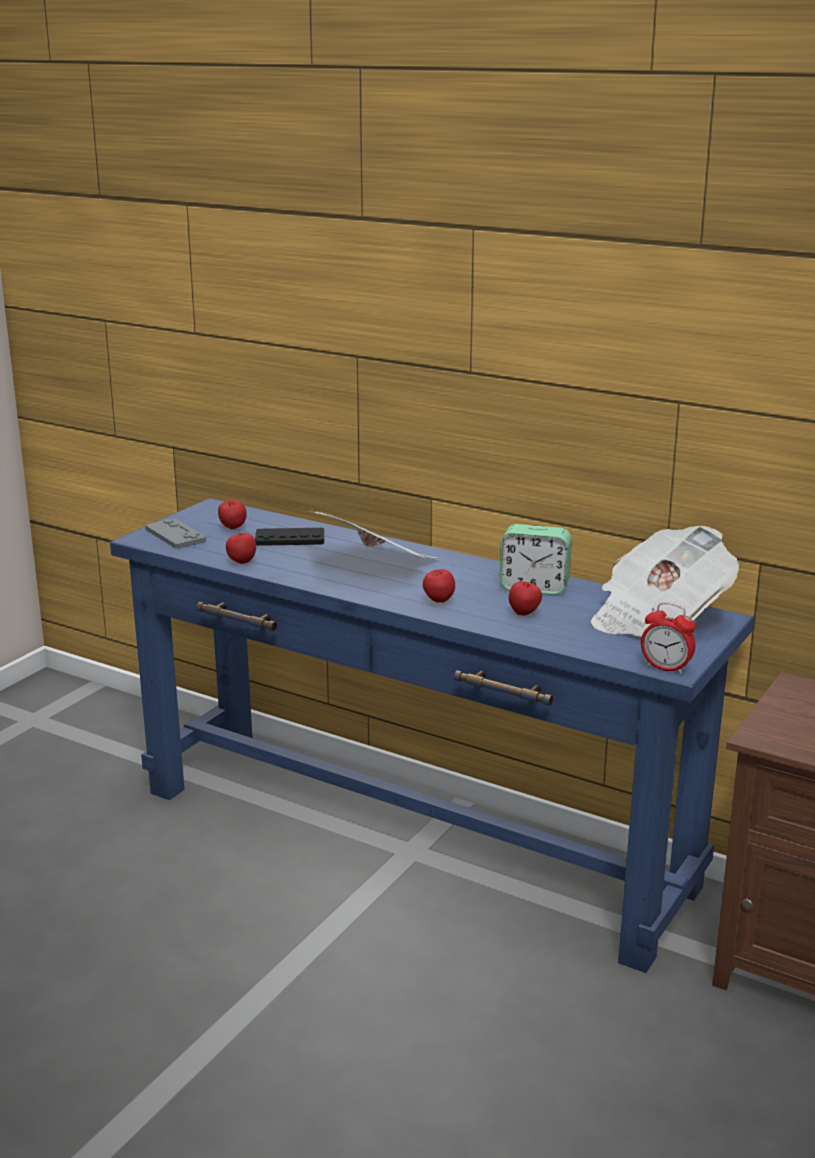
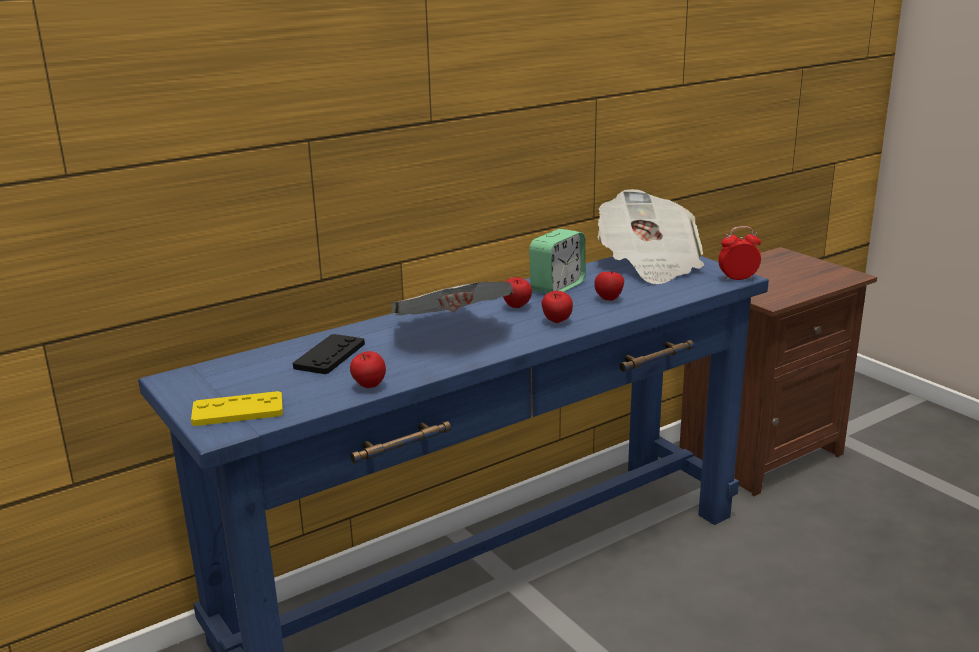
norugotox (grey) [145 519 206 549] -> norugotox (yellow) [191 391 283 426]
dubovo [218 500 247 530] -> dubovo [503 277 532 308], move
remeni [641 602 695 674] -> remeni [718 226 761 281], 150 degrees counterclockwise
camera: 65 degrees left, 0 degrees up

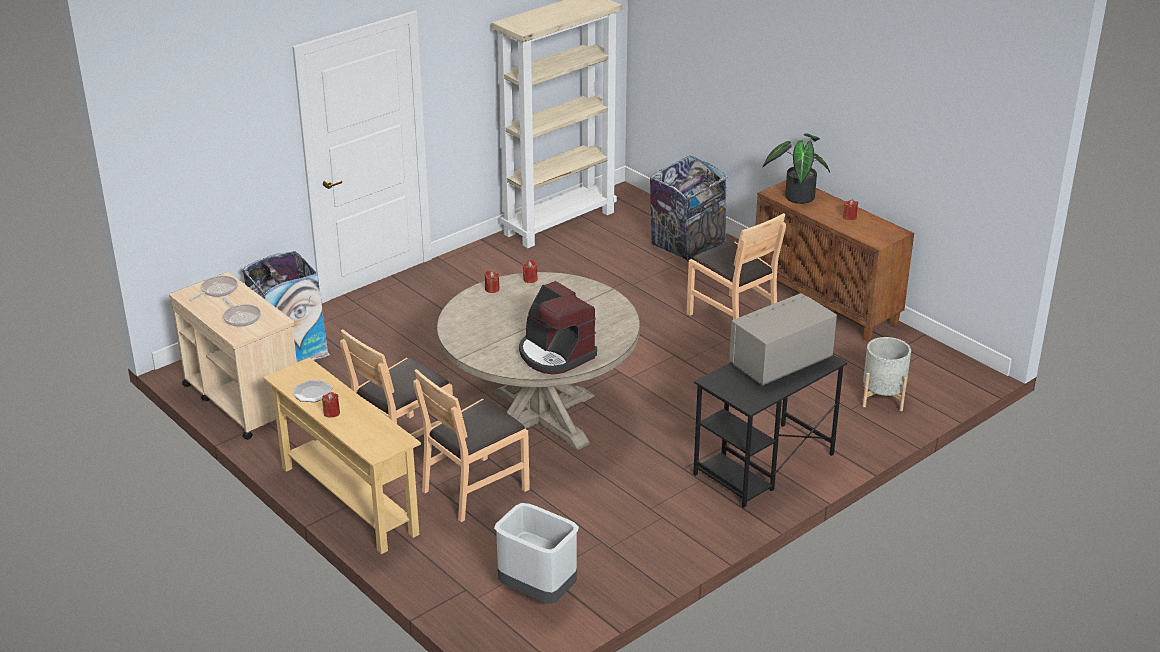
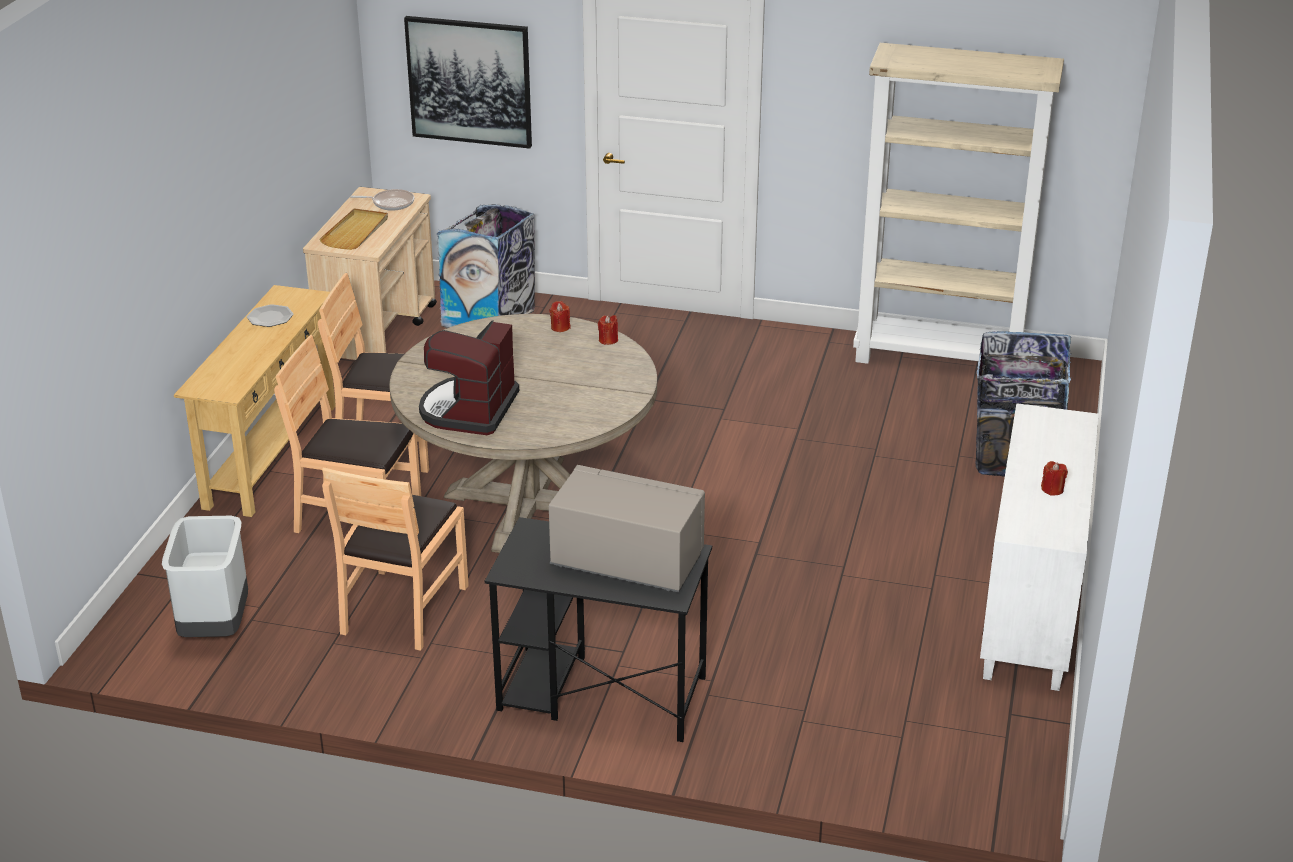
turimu [222 297 261 326] -> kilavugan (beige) [319 209 388 250]
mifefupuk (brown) [687 213 786 320] -> mifefupuk (brown) [322 467 469 651], move
none -> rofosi [404 16 532 149]
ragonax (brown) [755 180 914 342] -> ragonax (white) [980 403 1099 691]
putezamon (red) [322 392 340 418] -> none
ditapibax [763 133 830 204] -> none
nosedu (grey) [862 337 911 411] -> none
camera: 55 degrees right, 0 degrees up

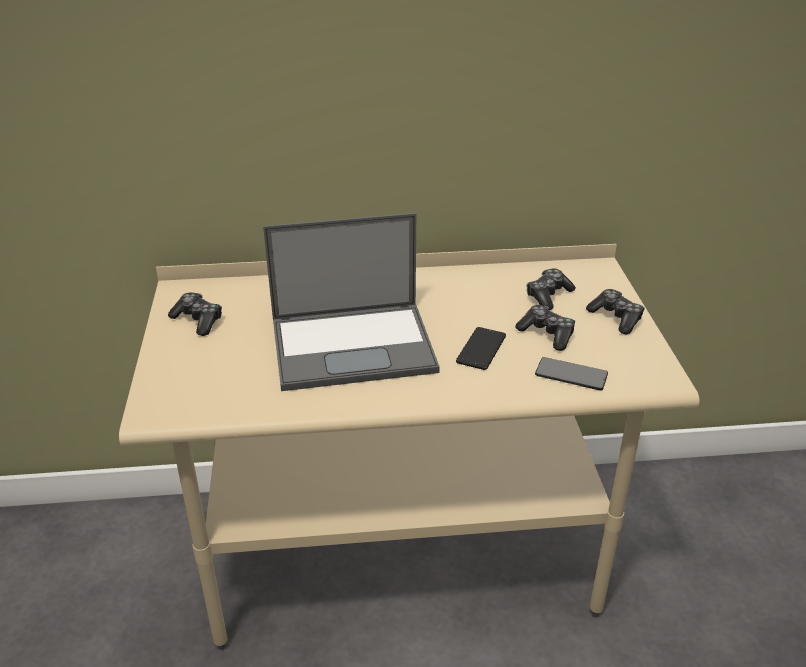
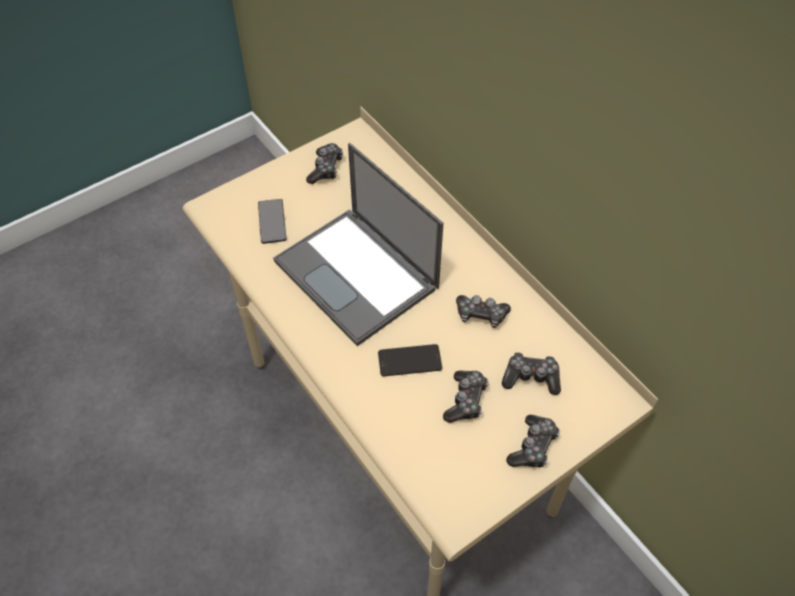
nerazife [535 357 608 391] -> nerazife [258 199 286 244], move
none -> norugotox [456 295 511 328]
camera: 60 degrees right, 20 degrees up

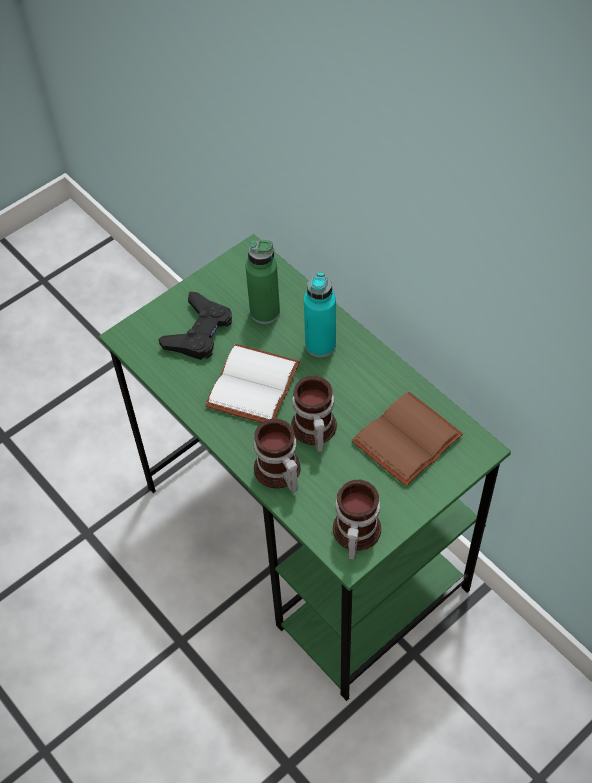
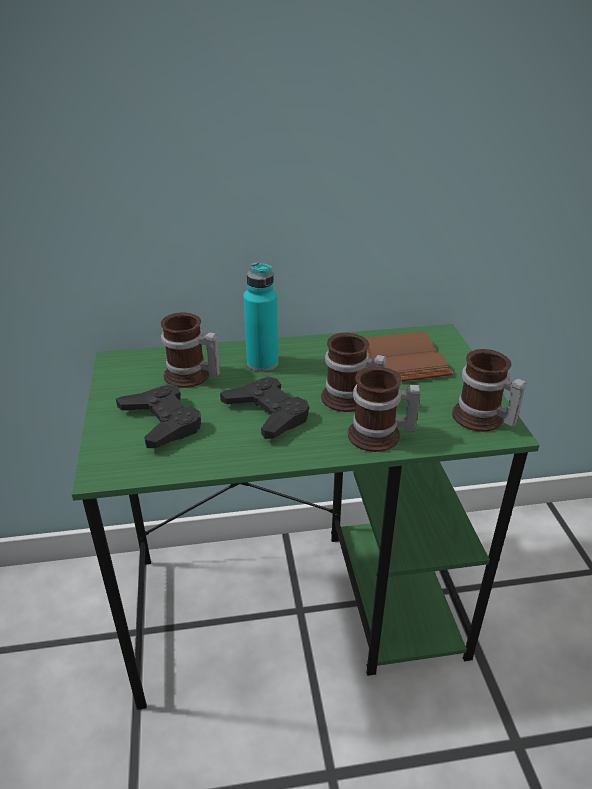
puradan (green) [245 240 280 324] -> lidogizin [161 312 220 388]
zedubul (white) [205 344 300 423] -> norugotox (black) [220 376 309 439]
camera: 60 degrees left, 20 degrees down

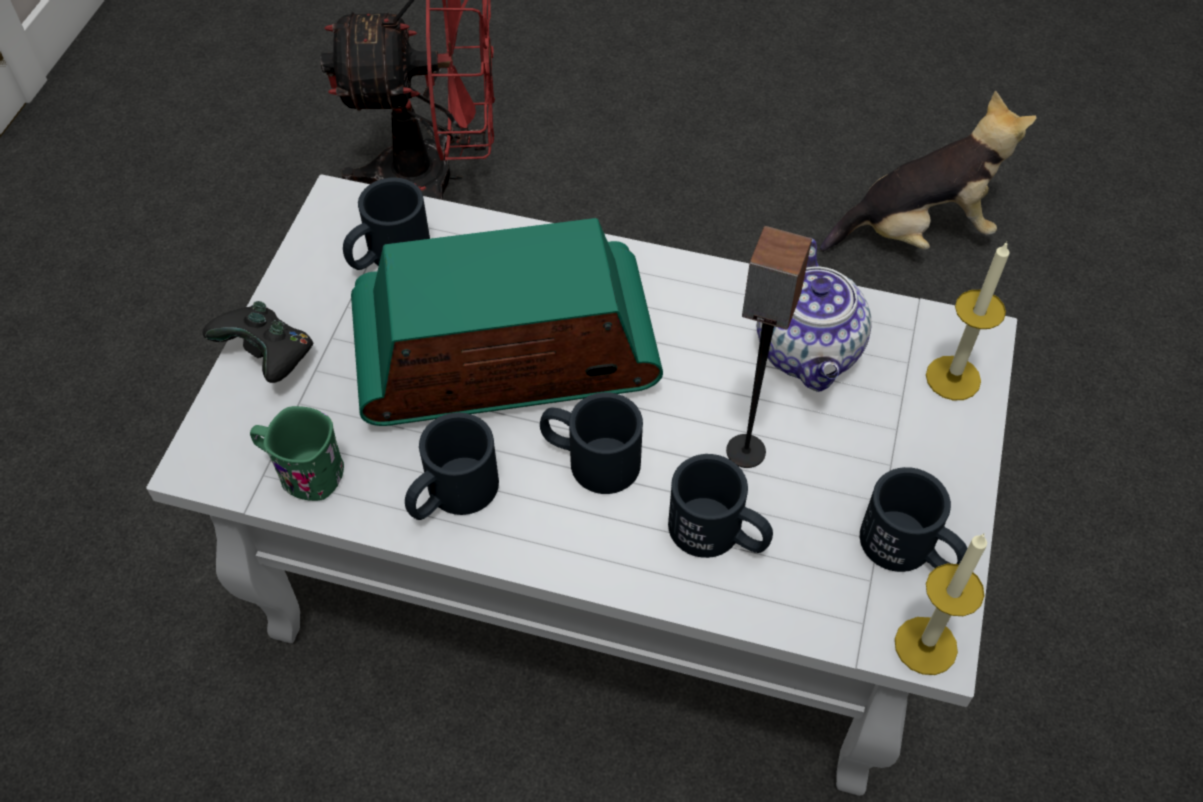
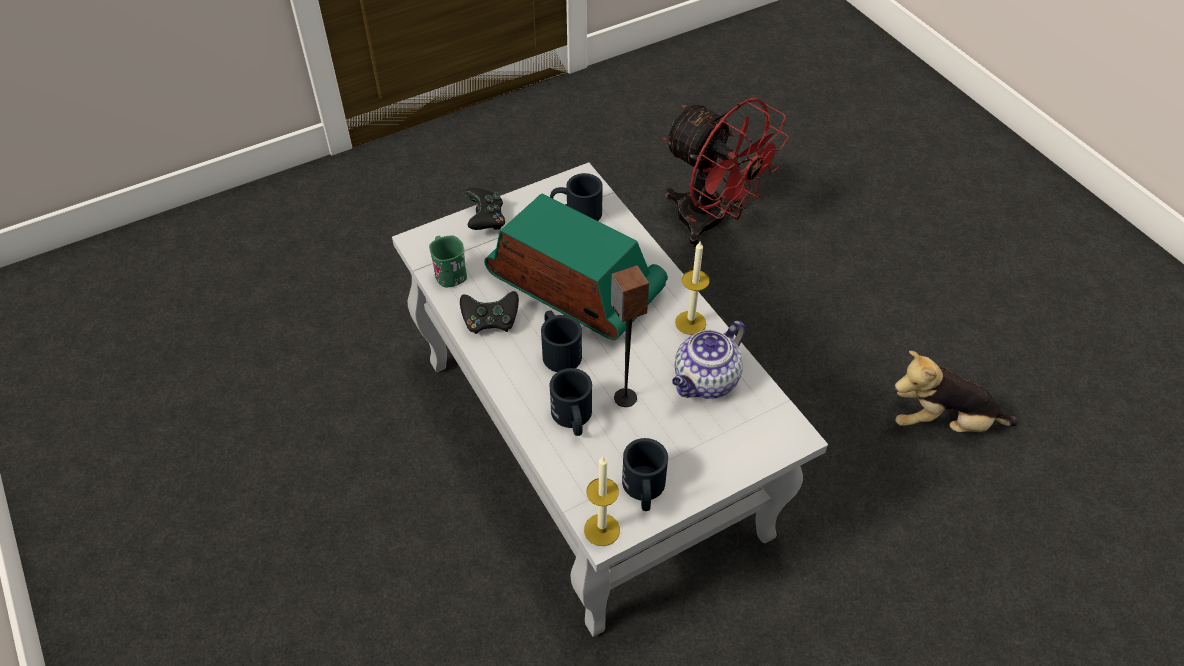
lidogizin (black) [405 412 499 520] -> norugotox (black) [460 291 519 334]
putezamon [926 241 1010 400] -> putezamon [675 242 710 335], move
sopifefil [820 91 1036 252] -> sopifefil [894 351 1019 432], 150 degrees clockwise
camera: 45 degrees right, 5 degrees down

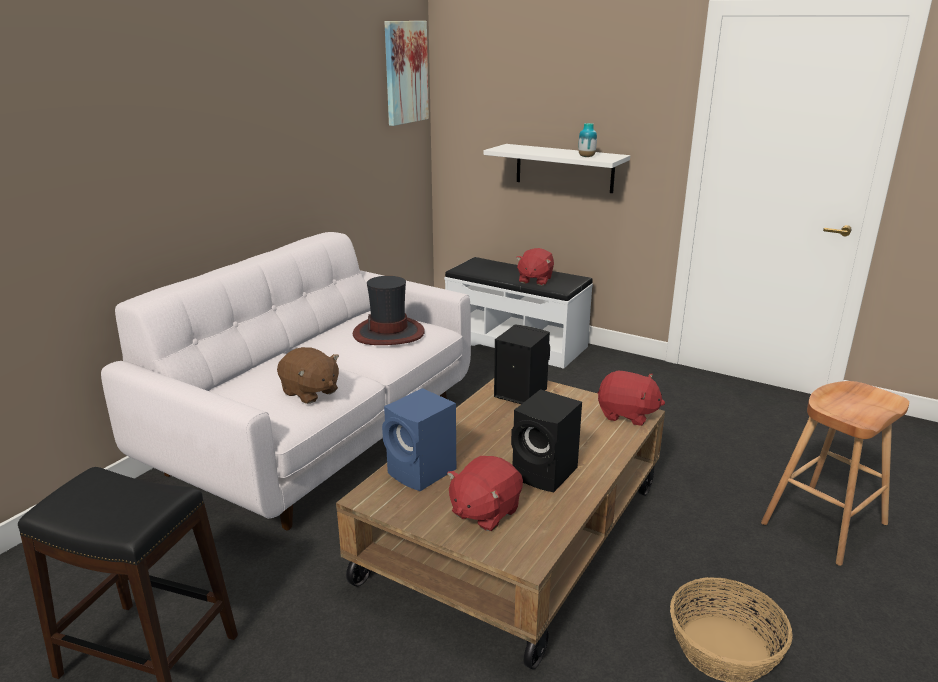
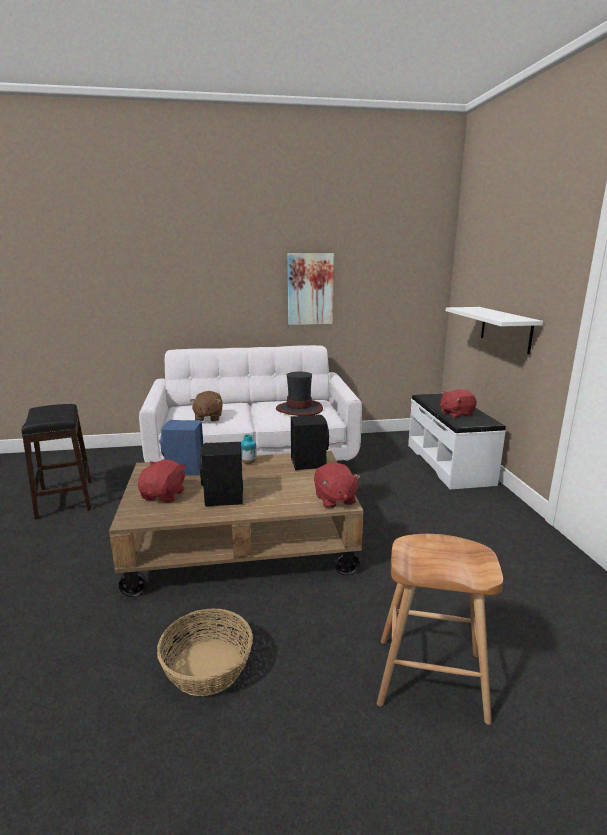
sopifefil (red) [447 456 523 531] -> sopifefil (red) [138 459 186 503], 105 degrees clockwise
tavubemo [578 123 597 157] -> tavubemo [241 434 257 464], move
rofosi [384 21 429 126] -> rofosi [288 253 334 325], move
camera: 50 degrees right, 5 degrees down

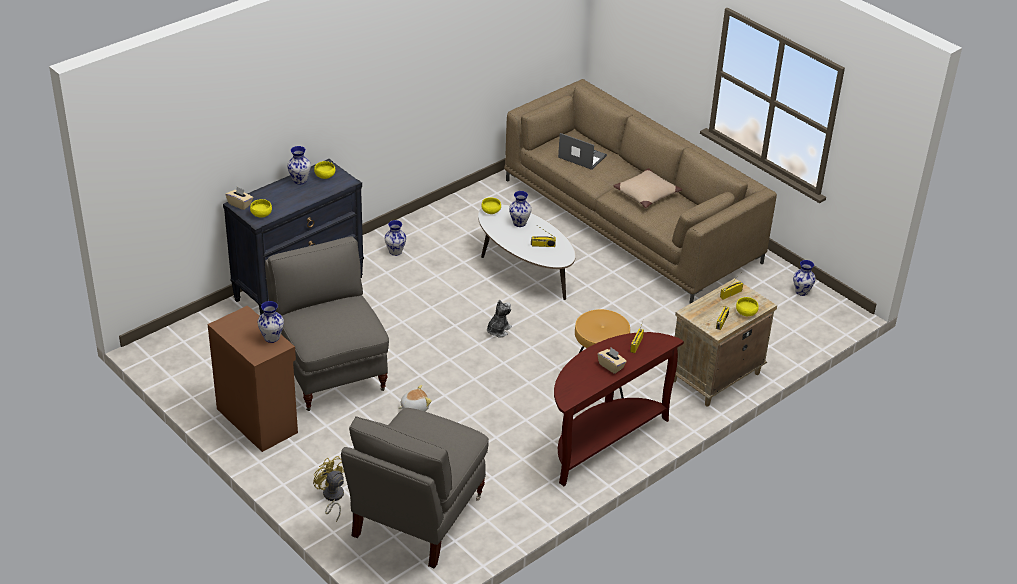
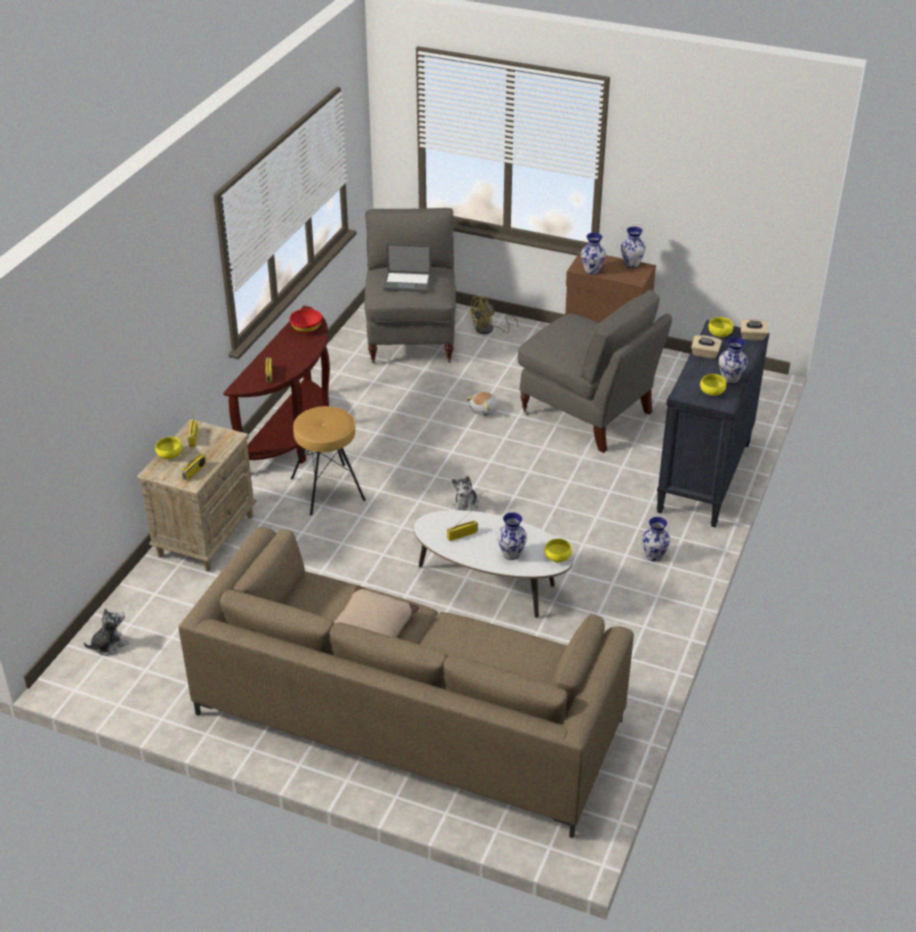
none -> sopifefil [84 608 129 656]
none -> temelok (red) [290 309 322 333]
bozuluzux [558 133 607 170] -> bozuluzux [383 244 431 292], move
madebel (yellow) [313 456 344 522] -> madebel (yellow) [468 296 518 334], 120 degrees clockwise
tavubemo [793 260 816 296] -> tavubemo [621 227 646 268], move
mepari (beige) [597 348 627 374] -> mepari (beige) [691 335 722 359], move
camera: 155 degrees right, 0 degrees up

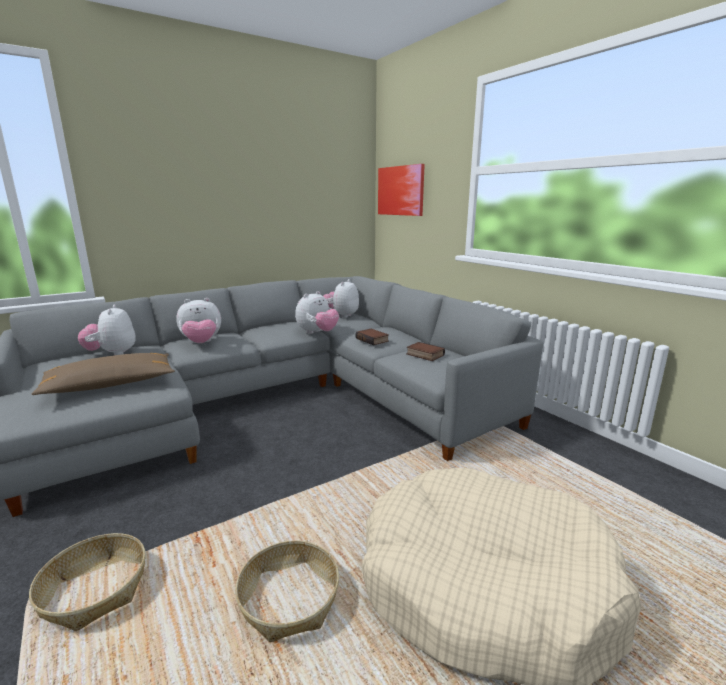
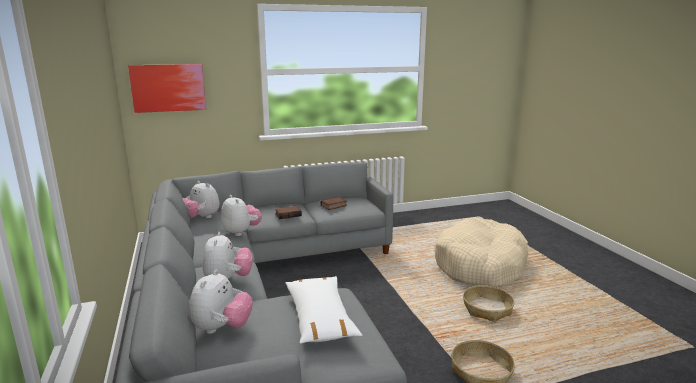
sopifefil [78 304 136 355] -> sopifefil [189 269 253 334], 75 degrees counterclockwise
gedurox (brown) [32 353 175 395] -> gedurox (white) [285 276 362 343]
camera: 75 degrees left, 0 degrees up

